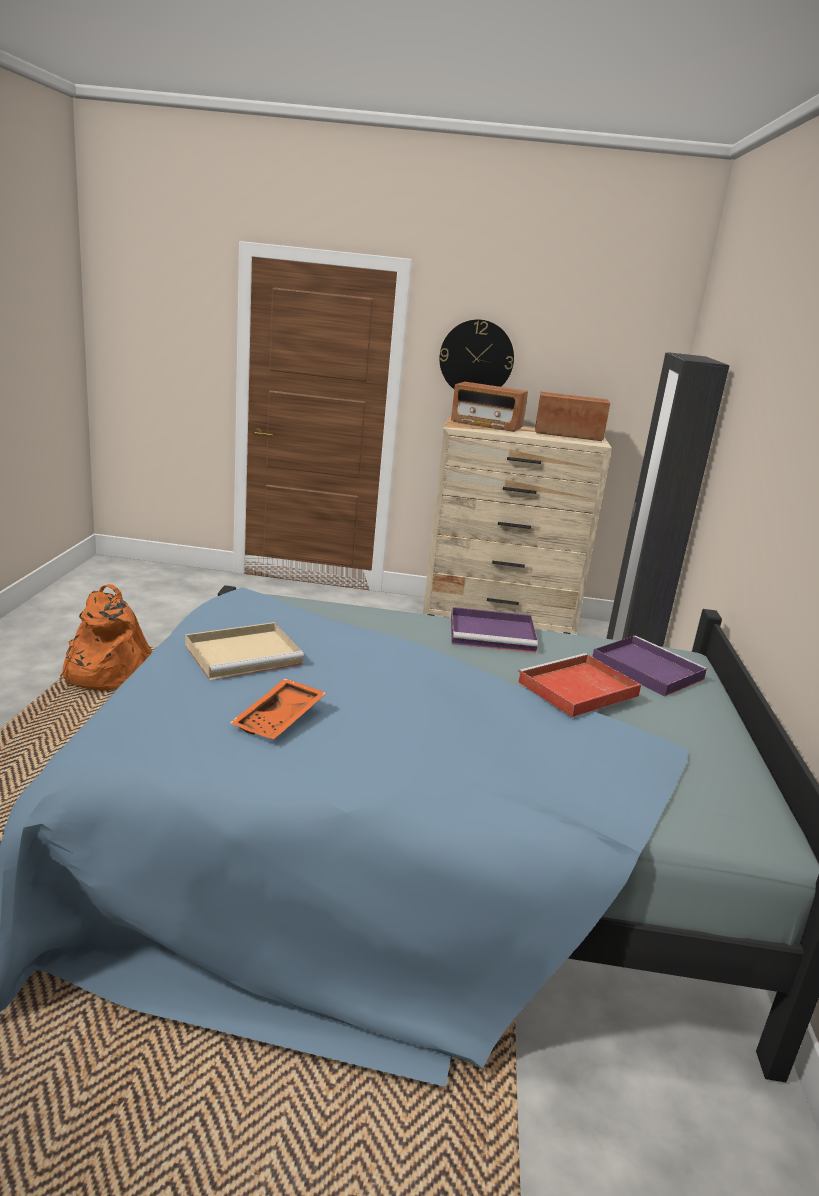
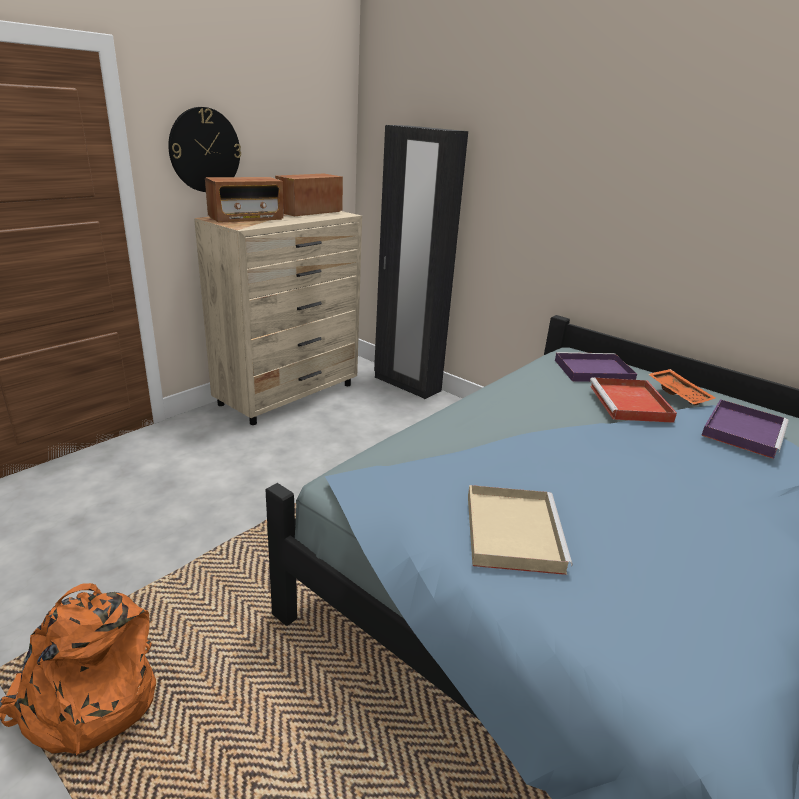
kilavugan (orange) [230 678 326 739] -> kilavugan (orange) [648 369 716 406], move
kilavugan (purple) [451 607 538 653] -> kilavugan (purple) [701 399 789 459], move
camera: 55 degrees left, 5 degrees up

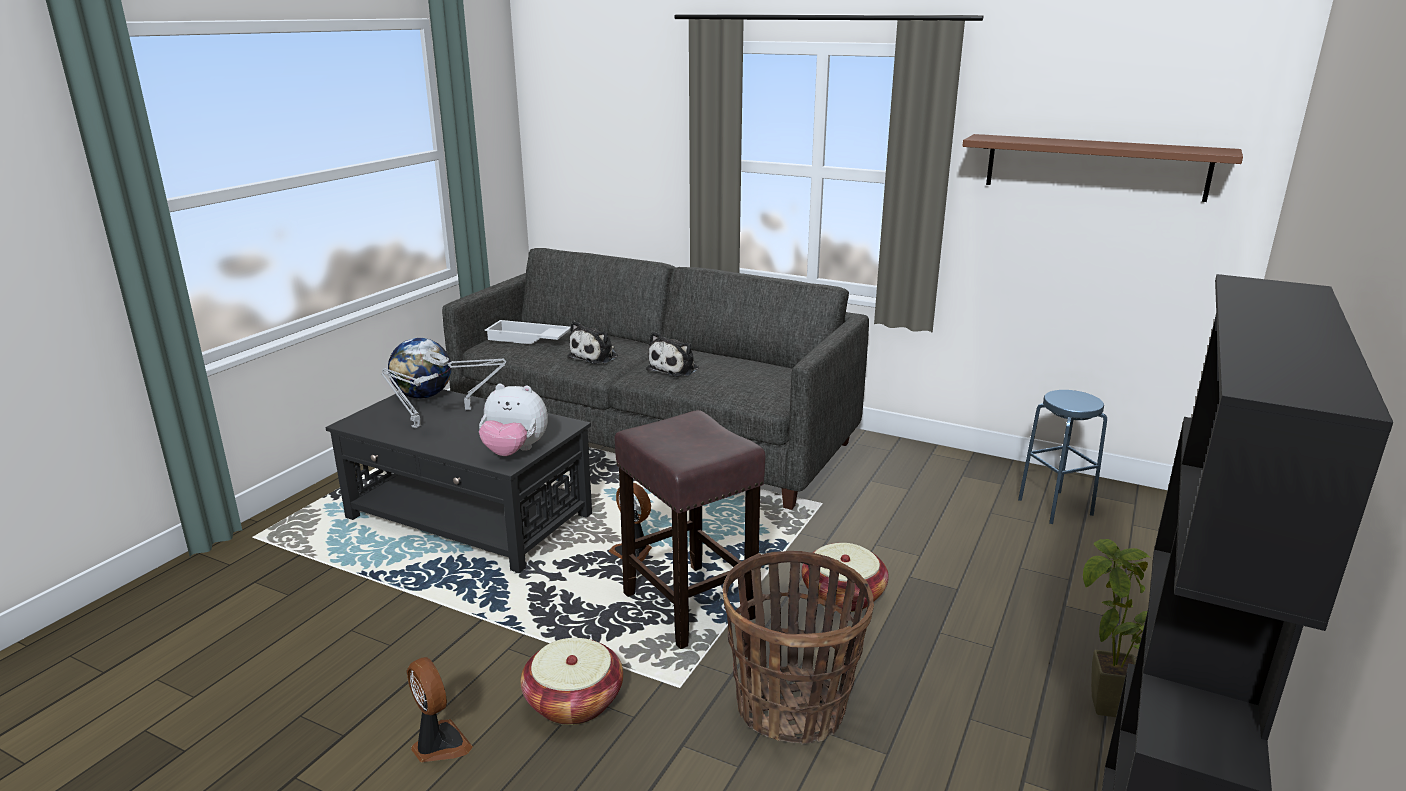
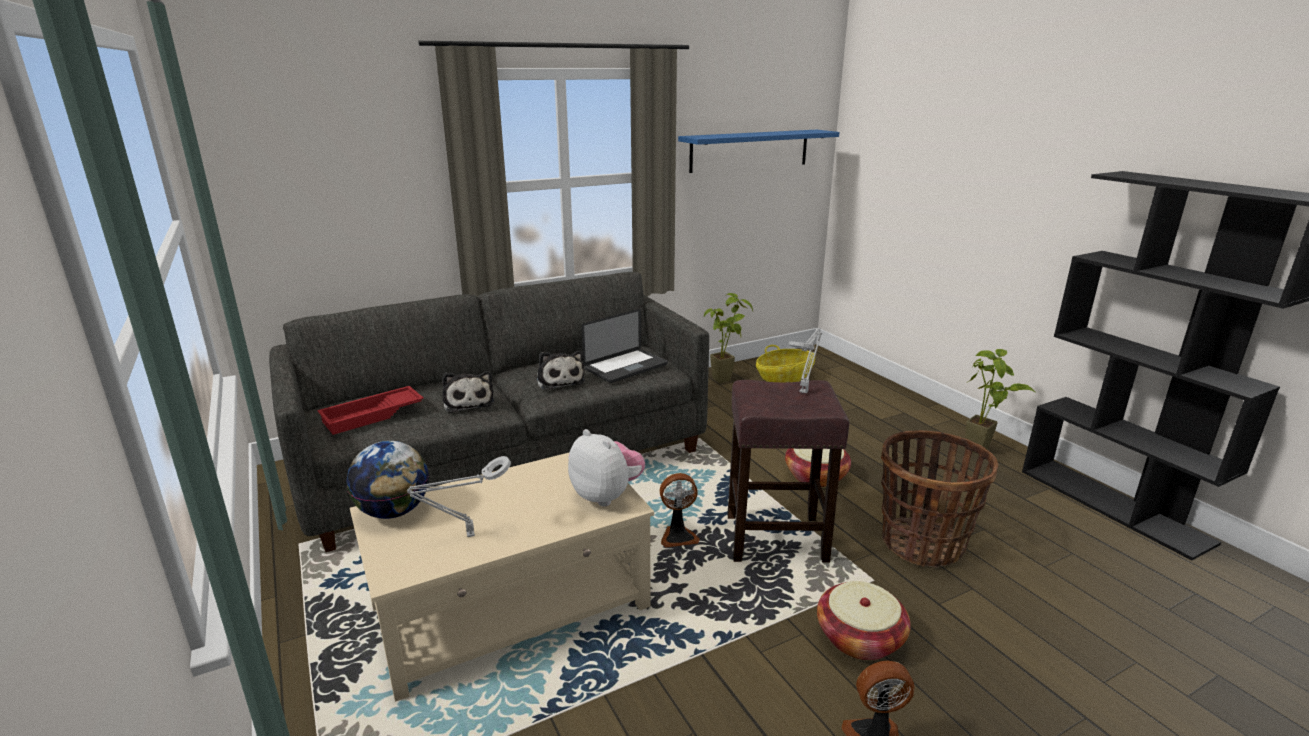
kilavugan (white) [485 320 570 344] -> kilavugan (red) [317 386 424 435]
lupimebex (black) [326 389 592 573] -> lupimebex (beige) [350 453 654 702]
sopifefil [479 384 548 456] -> sopifefil [568 429 645 507], 90 degrees counterclockwise
none -> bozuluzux [582 309 668 383]
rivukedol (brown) [962 134 1243 202] -> rivukedol (blue) [678 130 839 173]
none -> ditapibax [704 293 753 383]
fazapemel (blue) [1018 390 1107 524] -> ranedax [756 345 816 382]
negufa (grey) [425 351 506 410] -> negufa (grey) [789 328 822 393], move
camera: 55 degrees left, 0 degrees up

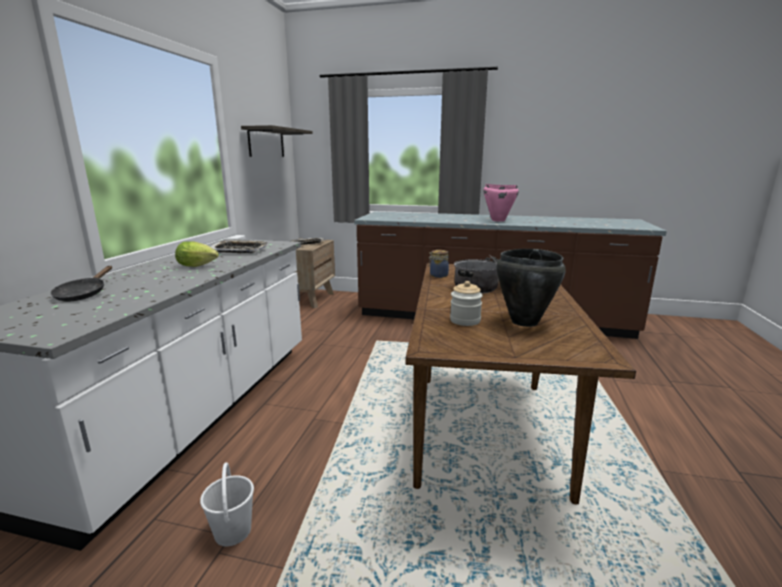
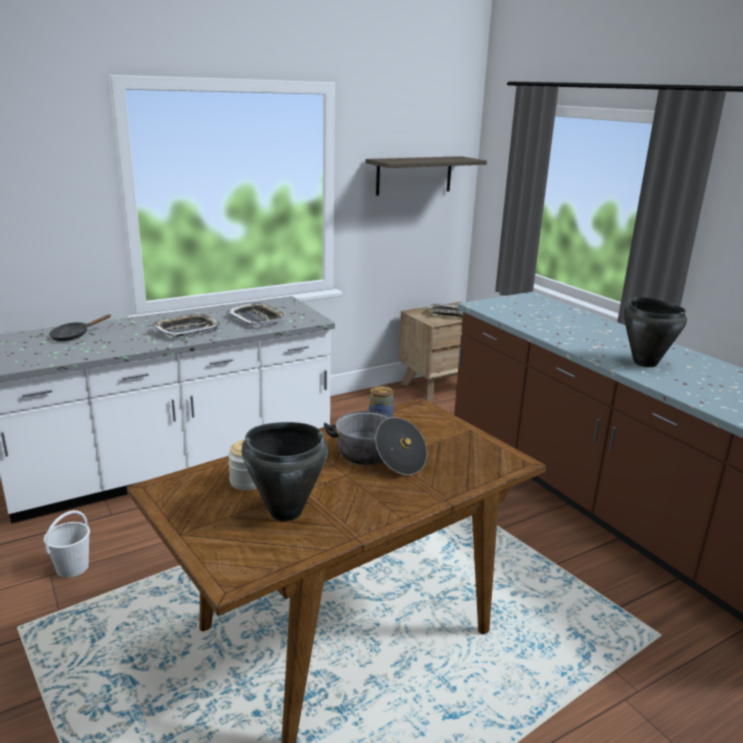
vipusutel [175 241 219 267] -> kilavugan [152 313 221 337]
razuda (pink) [483 184 519 222] -> razuda (black) [624 297 687 367]
camera: 45 degrees right, 5 degrees up

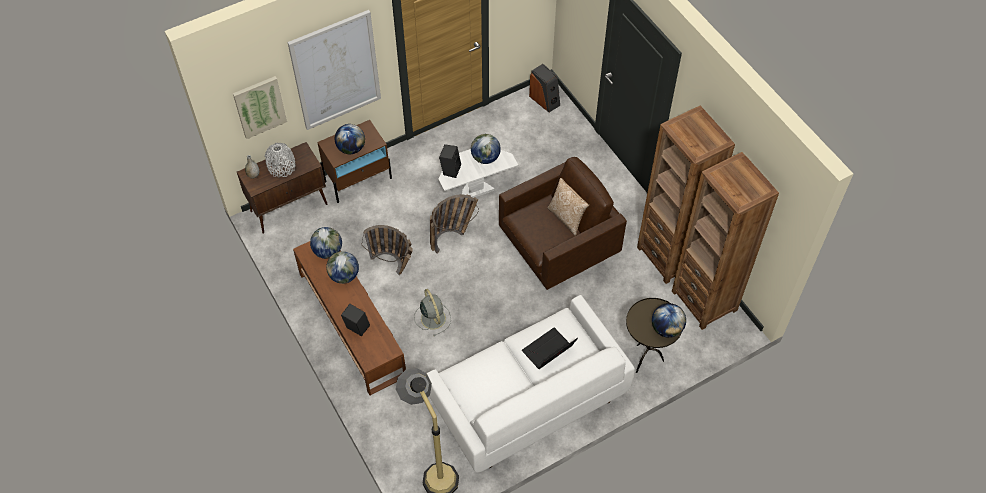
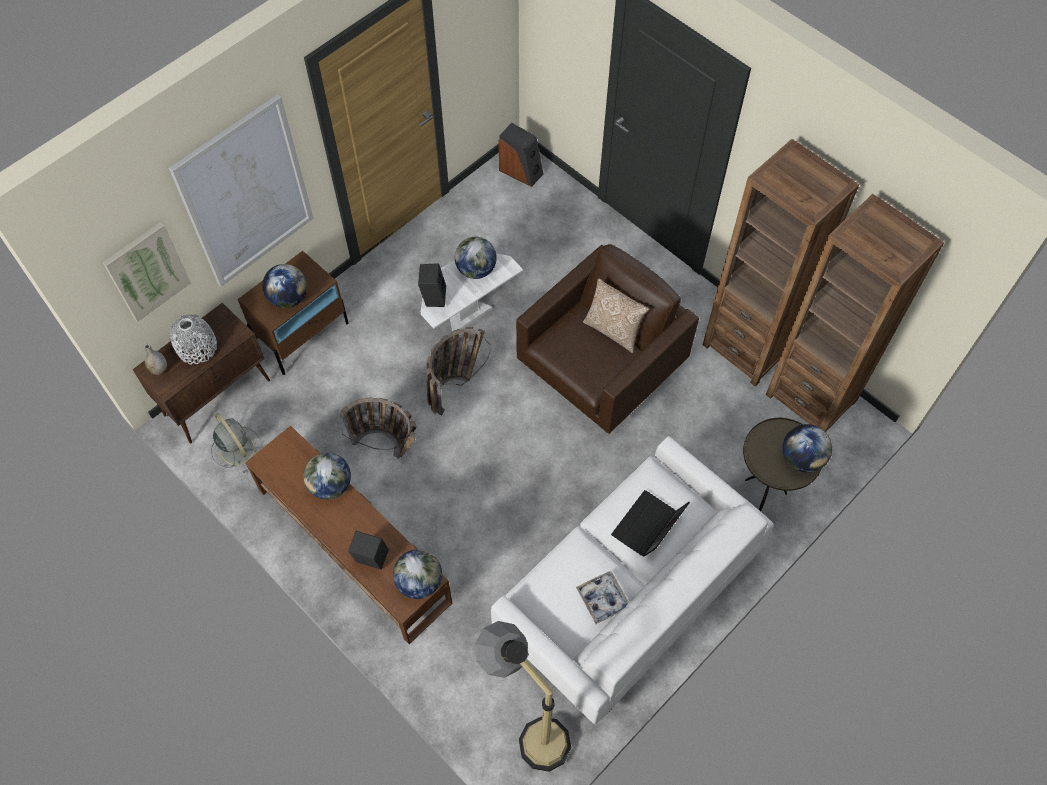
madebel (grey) [414 289 451 336] -> madebel (grey) [211 413 263 473], move
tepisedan [310 227 342 259] -> tepisedan [393 549 442 599], move
none -> kilavugan [576 571 629 624]
camera: 15 degrees left, 5 degrees up

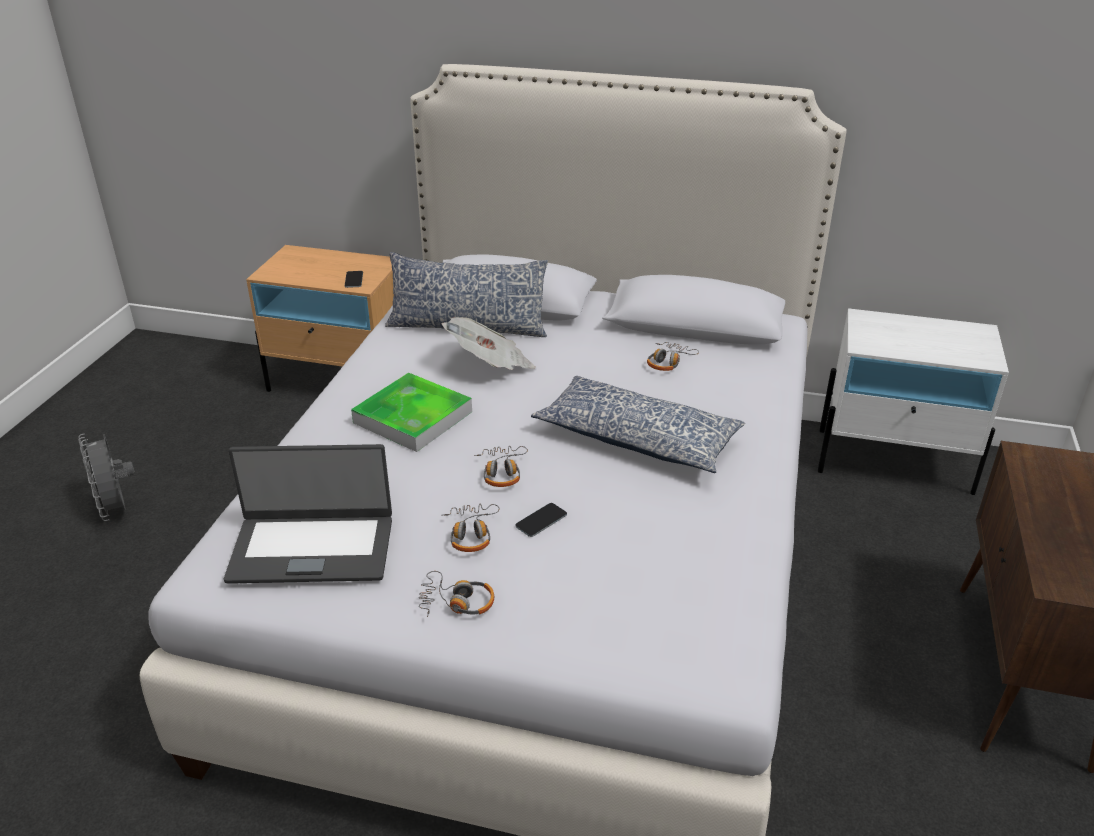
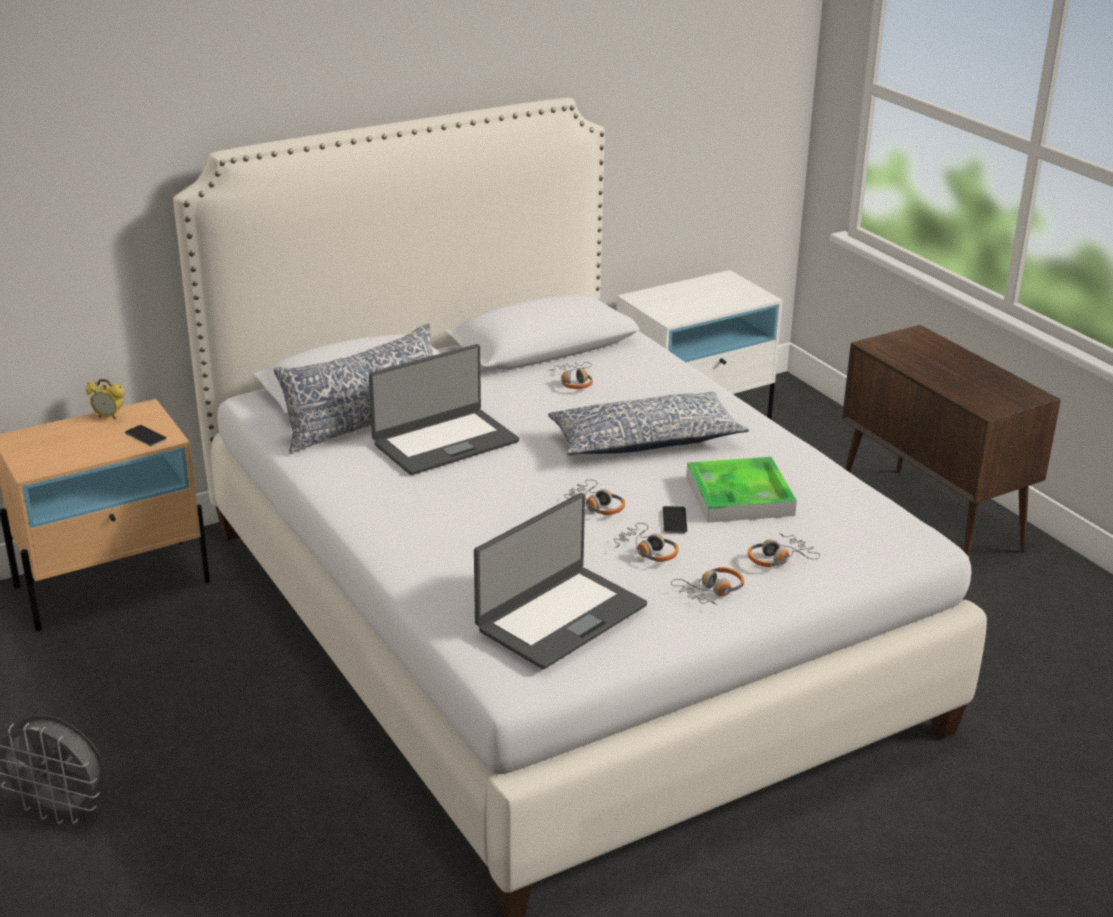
none -> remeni [86 379 125 420]
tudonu [442 317 536 370] -> bozuluzux [369 344 519 475]
kilavugan [351 373 472 452] -> kilavugan [686 457 797 523], move
none -> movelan [748 533 820 567]
camera: 45 degrees left, 5 degrees down

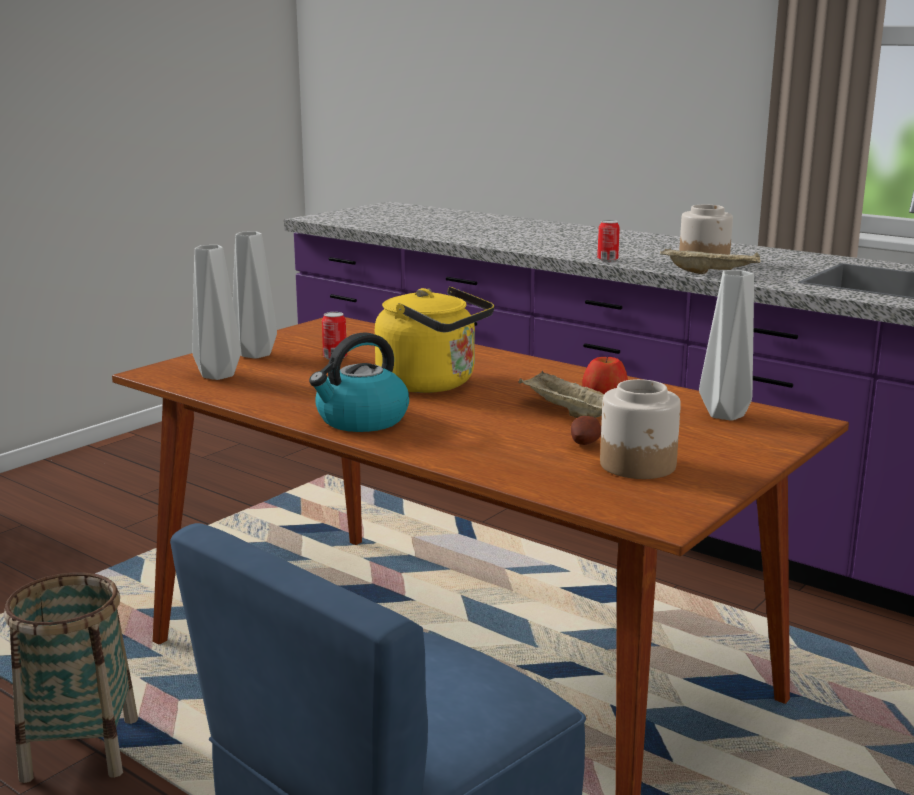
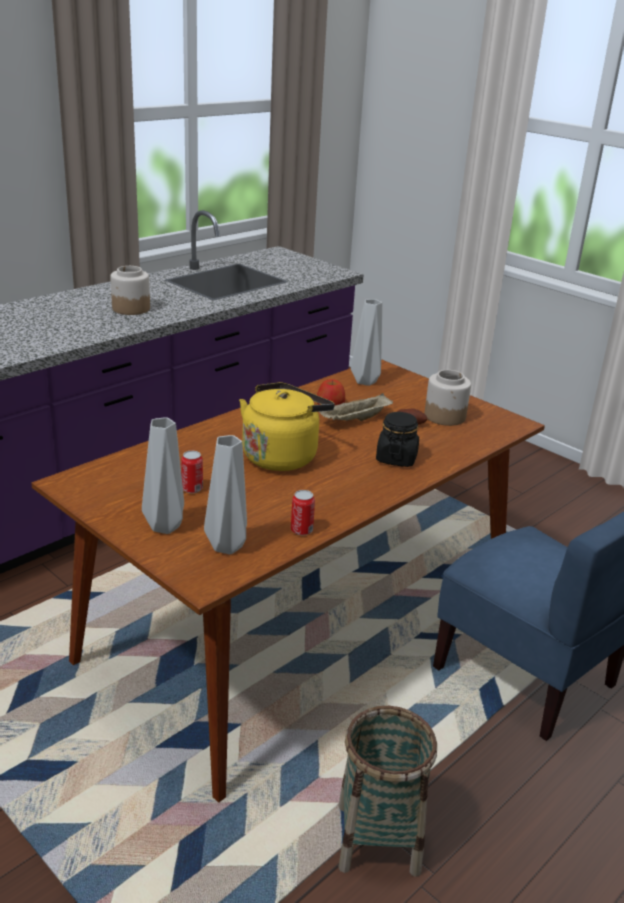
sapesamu [597 220 620 262] -> sapesamu [291 490 315 535], move
none -> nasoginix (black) [376 412 419 467]
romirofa [309 332 409 432] -> none
kilavugan (beige) [660 248 761 274] -> none
camera: 85 degrees left, 10 degrees up

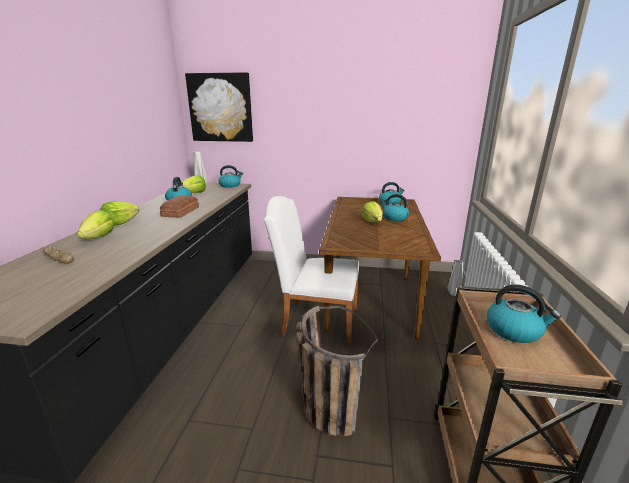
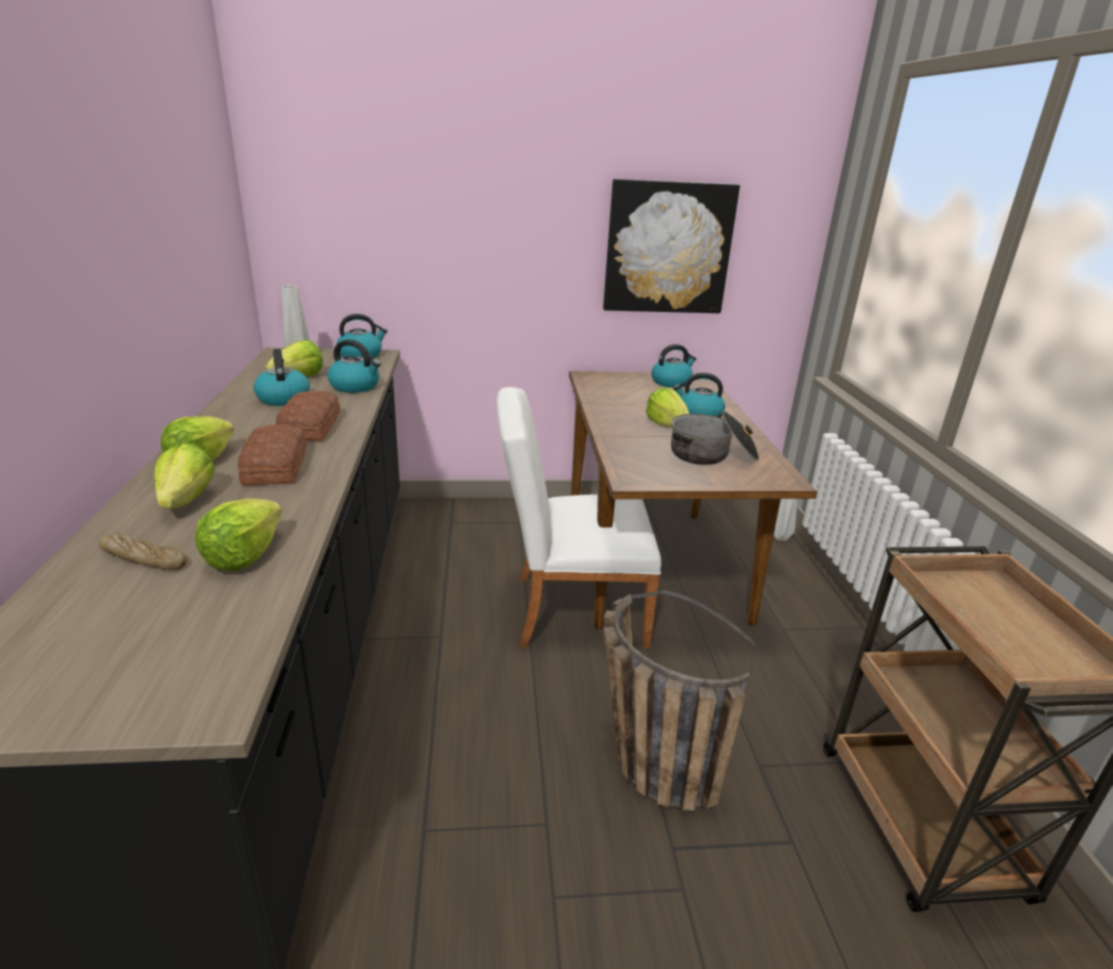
none -> vipusutel [195 499 282 571]
none -> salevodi [238 424 307 485]
romirofa [487 285 561 343] -> romirofa [328 339 381 393], move
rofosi [185 72 253 142] -> rofosi [603 179 740 313], move
none -> razuda [671 411 759 465]
camera: 15 degrees left, 5 degrees up

